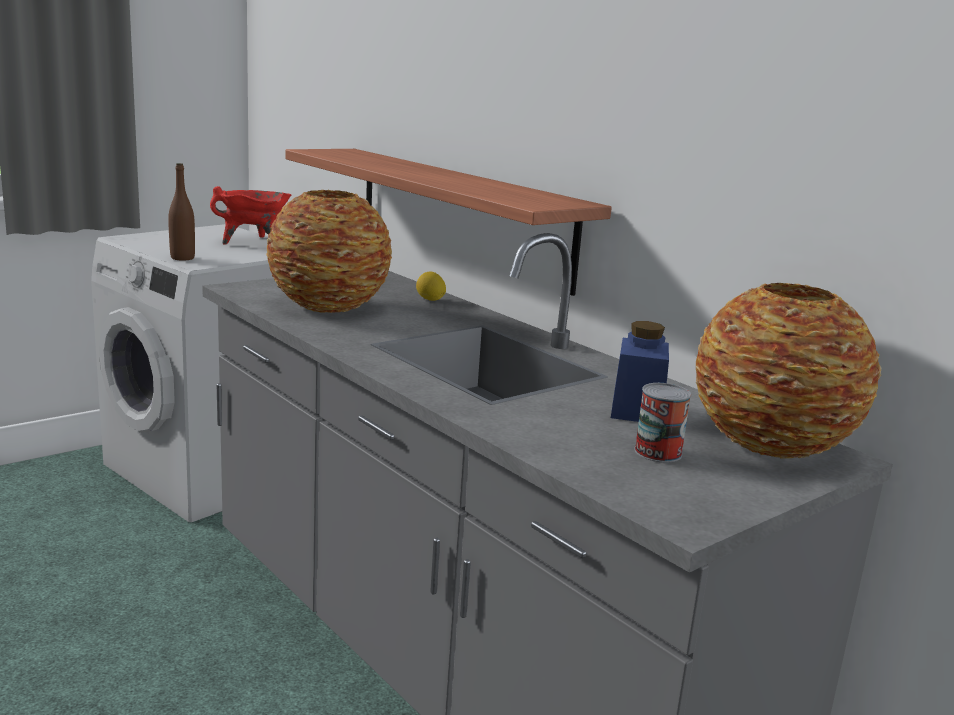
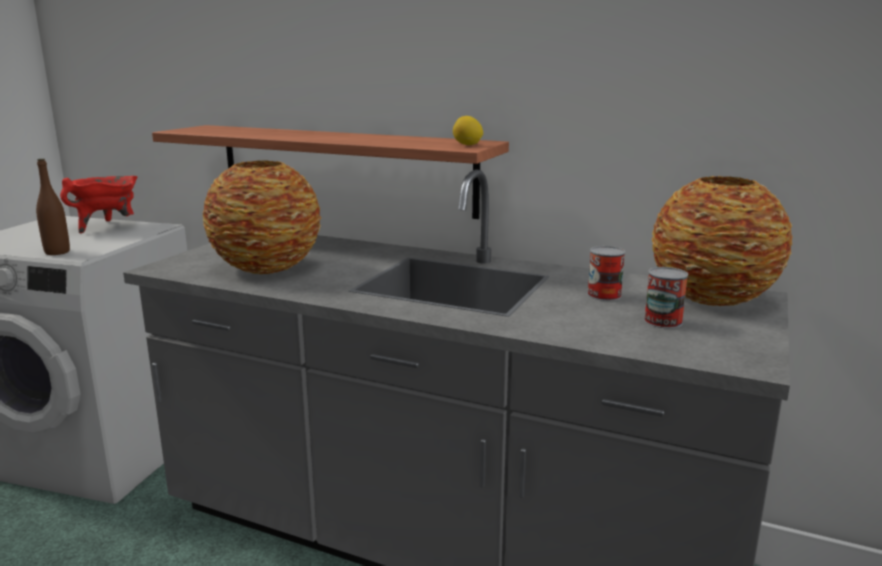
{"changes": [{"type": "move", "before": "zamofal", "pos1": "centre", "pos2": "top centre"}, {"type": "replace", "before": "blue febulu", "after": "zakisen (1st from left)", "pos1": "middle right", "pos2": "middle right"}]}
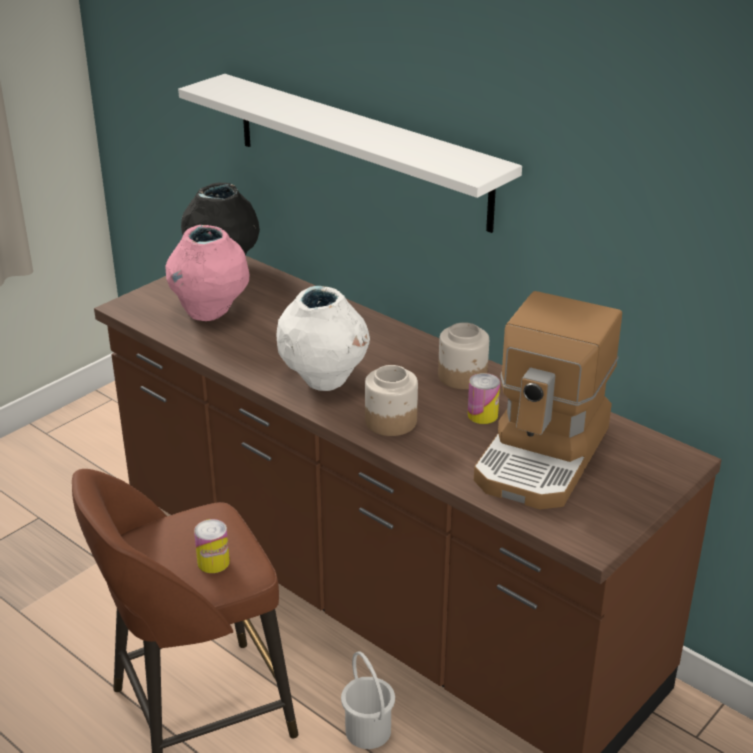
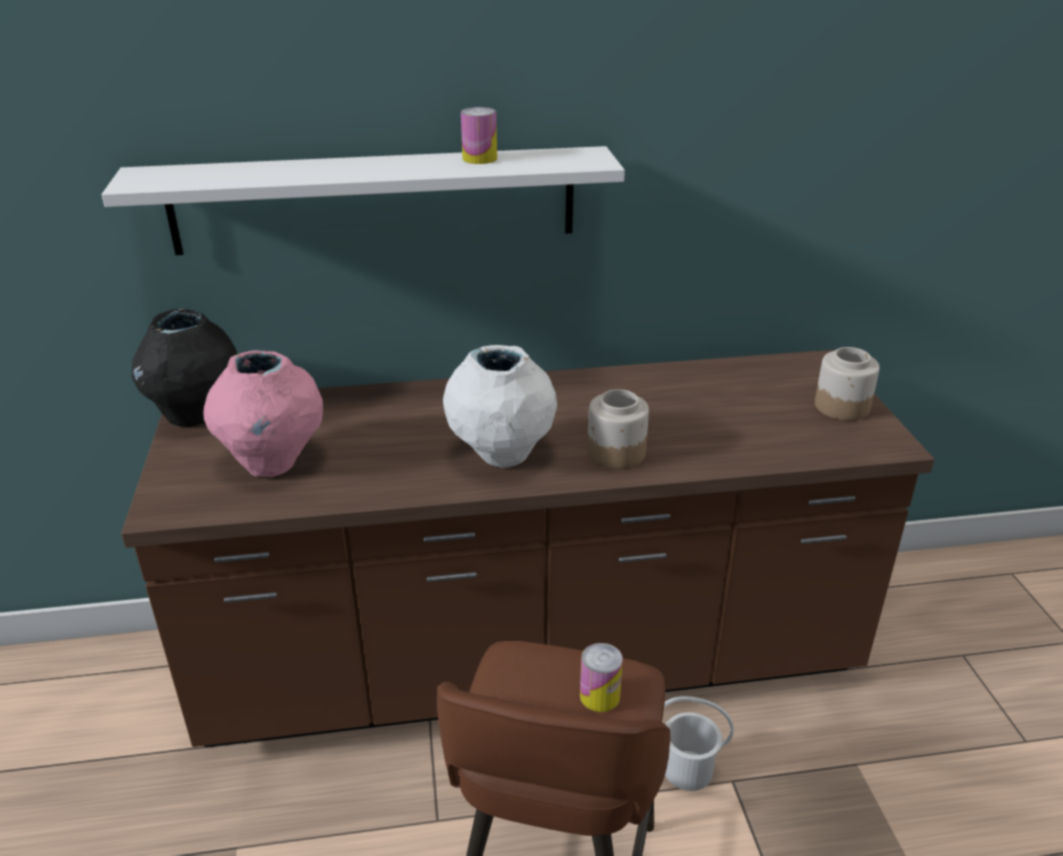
{"changes": [{"type": "delete", "before": "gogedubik", "pos1": "middle right"}, {"type": "move", "before": "febulu (2nd from left)", "pos1": "centre", "pos2": "middle right"}, {"type": "move", "before": "zakisen (2nd from left in the first image)", "after": "zakisen (1st from left)", "pos1": "centre", "pos2": "top centre"}]}
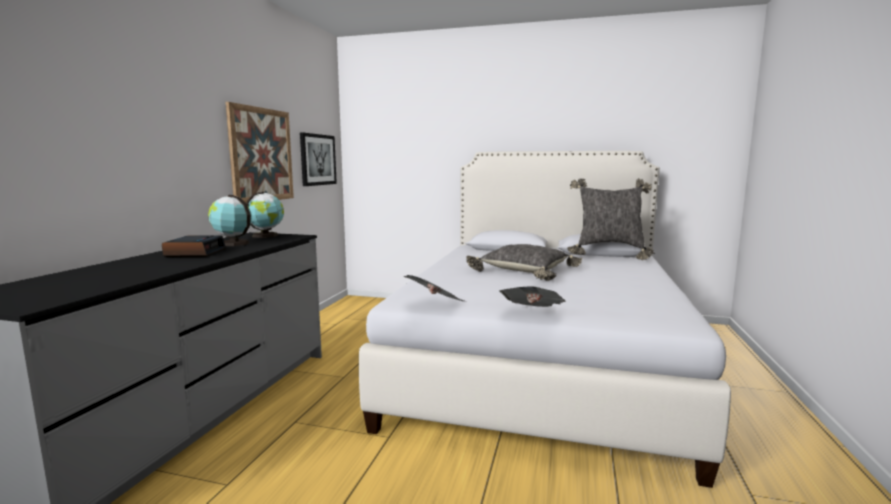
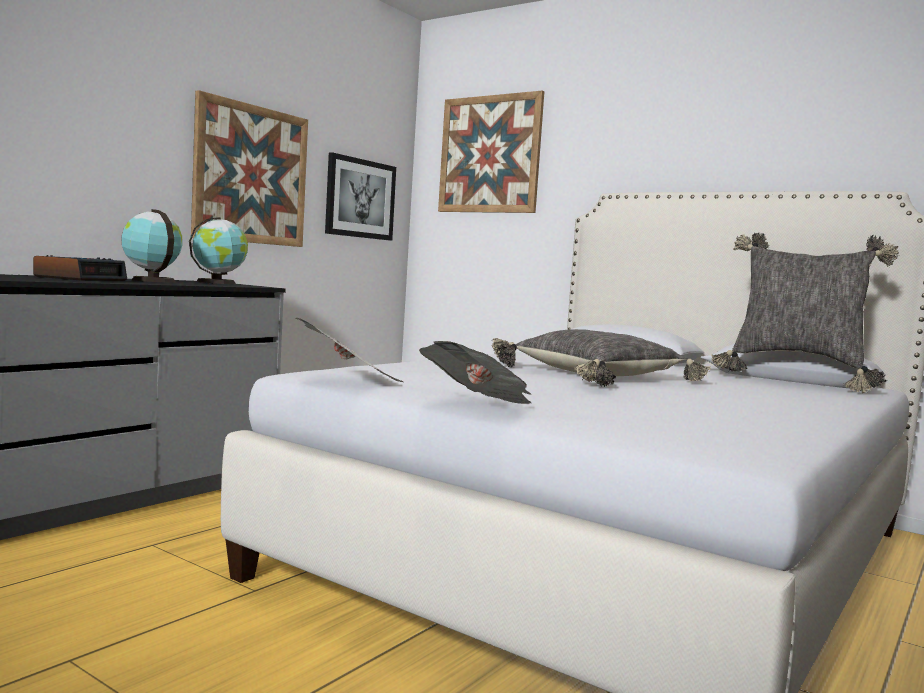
{"changes": [{"type": "insert", "after": "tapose (3rd from left)", "pos2": "top centre"}]}
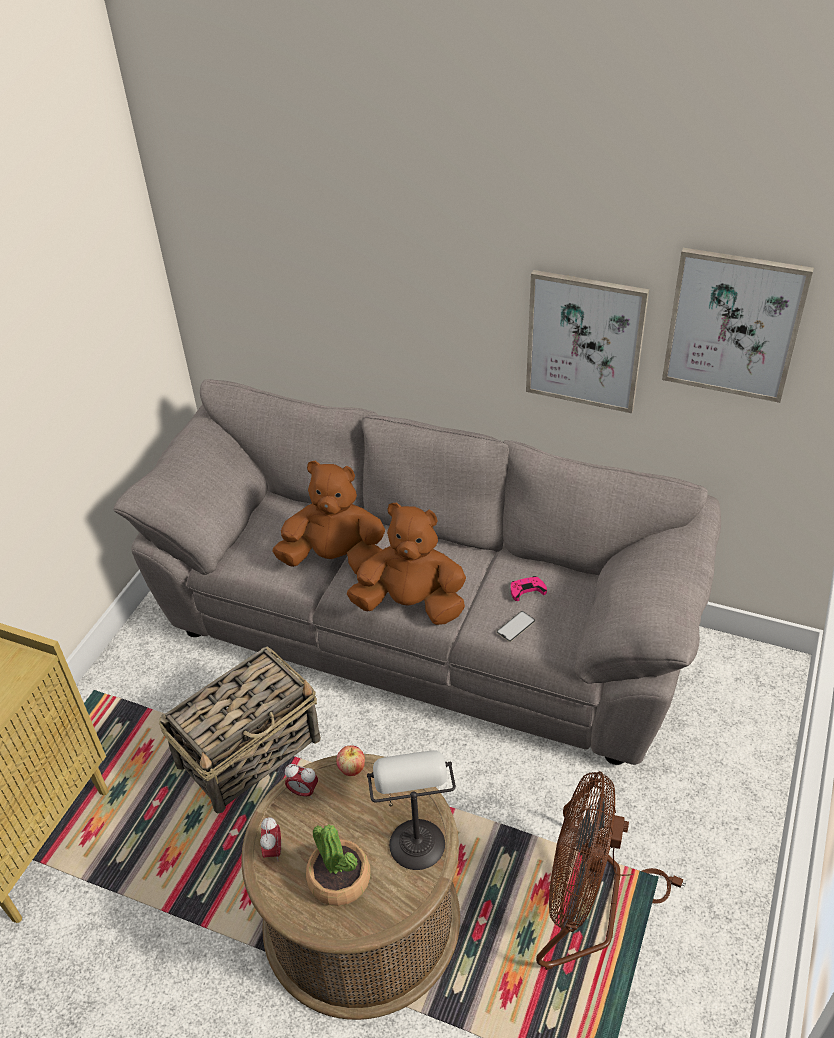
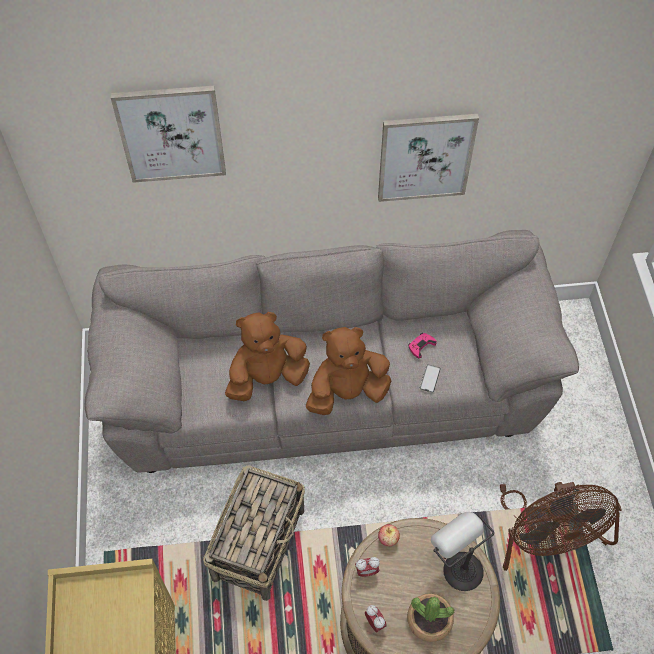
{"changes": [{"type": "move", "before": "tapose (2nd from left in the first image)", "after": "tapose (1st from left)", "pos1": "top right", "pos2": "top left"}, {"type": "rotate", "before": "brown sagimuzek", "pos1": "bottom right", "pos2": "bottom right", "turn": -90}]}
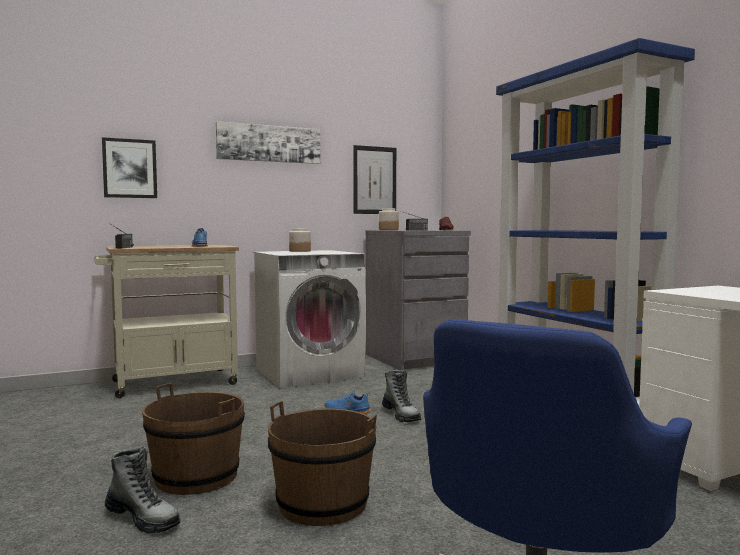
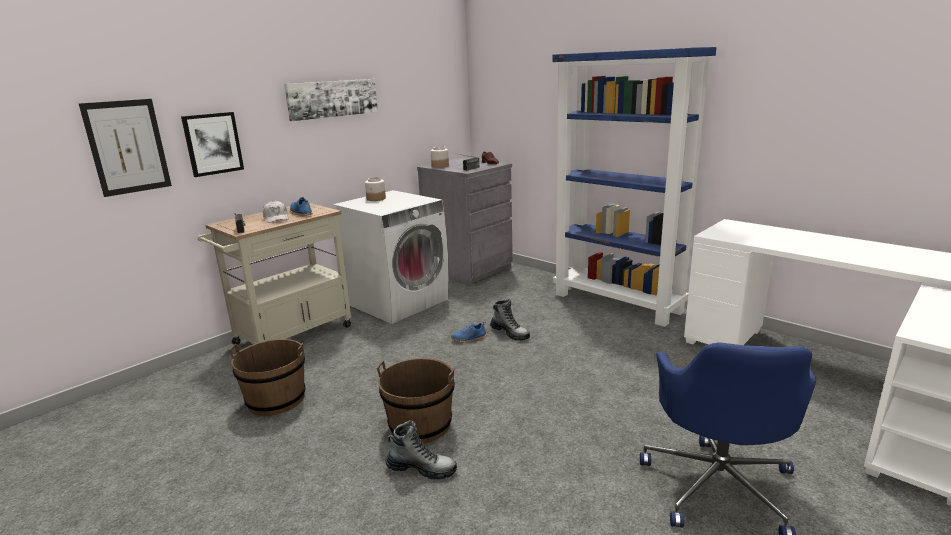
{"changes": [{"type": "insert", "after": "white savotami", "pos2": "middle left"}, {"type": "move", "before": "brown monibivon (2nd from left in the first image)", "after": "brown monibivon (1st from left)", "pos1": "bottom centre", "pos2": "bottom left"}, {"type": "move", "before": "tapose (3rd from left in the first image)", "after": "tapose (1st from left)", "pos1": "top centre", "pos2": "top left"}]}
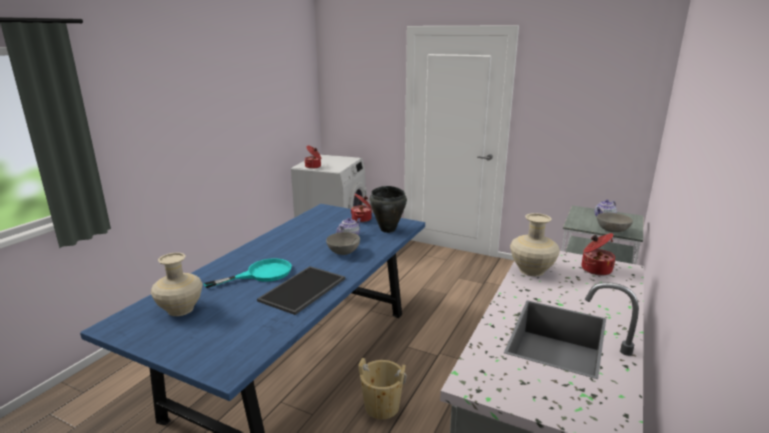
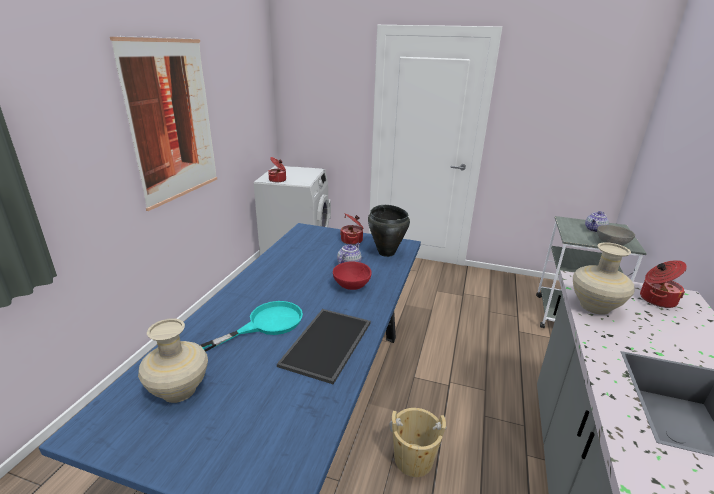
{"changes": [{"type": "insert", "after": "tapose", "pos2": "top left"}, {"type": "recolor", "before": "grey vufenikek (1st from left)", "after": "red vufenikek", "pos1": "centre", "pos2": "centre"}]}
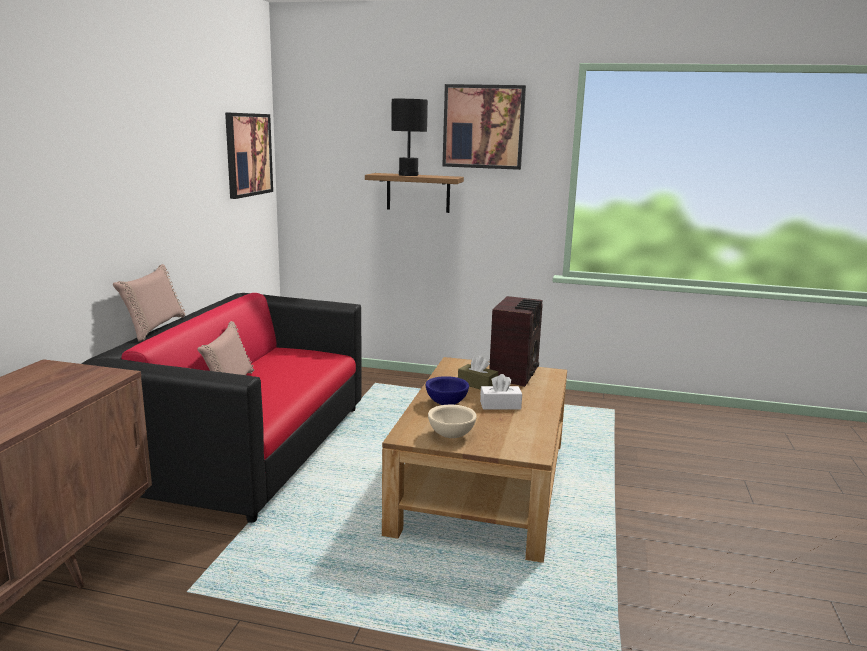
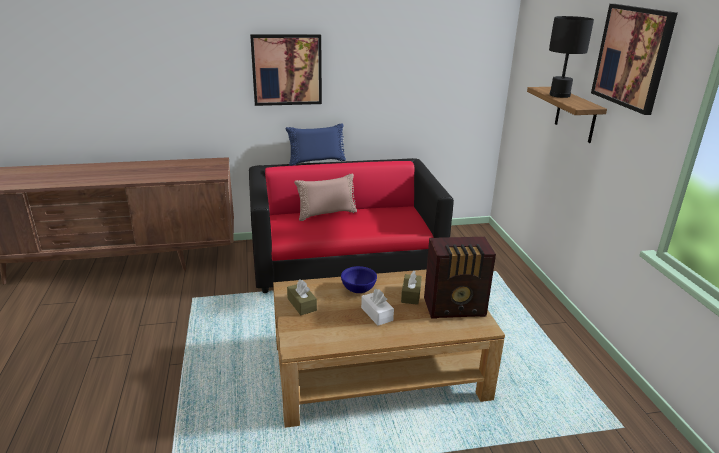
{"changes": [{"type": "move", "before": "tapose (1st from left)", "pos1": "top left", "pos2": "top centre"}, {"type": "replace", "before": "beige vufenikek", "after": "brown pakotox (1st from left)", "pos1": "centre", "pos2": "centre"}, {"type": "recolor", "before": "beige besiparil (1st from left)", "after": "blue besiparil", "pos1": "middle left", "pos2": "top centre"}]}
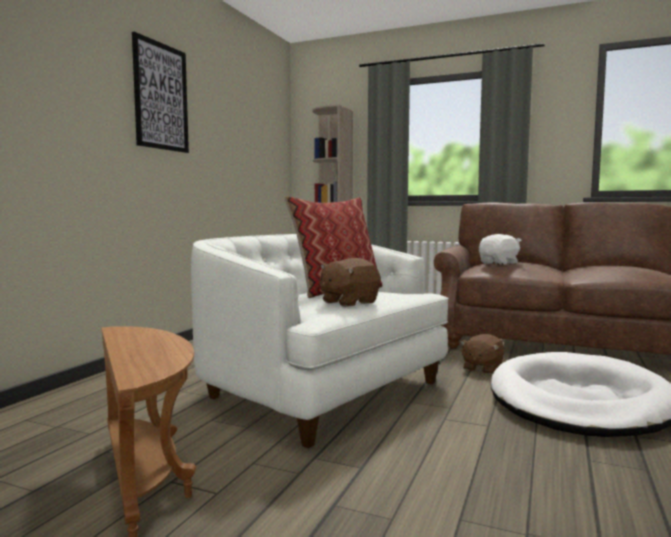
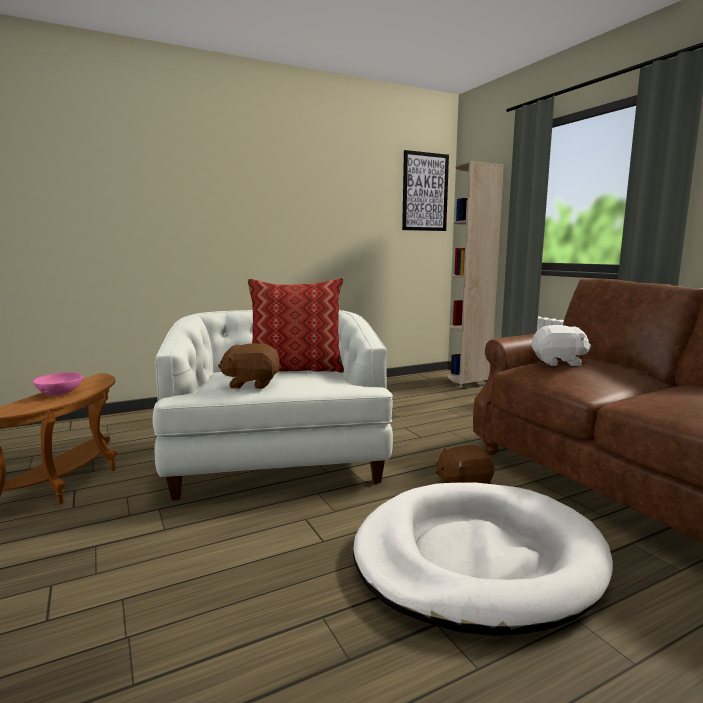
{"changes": [{"type": "insert", "after": "pink vufenikek", "pos2": "middle left"}, {"type": "move", "before": "tapose", "pos1": "top left", "pos2": "top centre"}]}
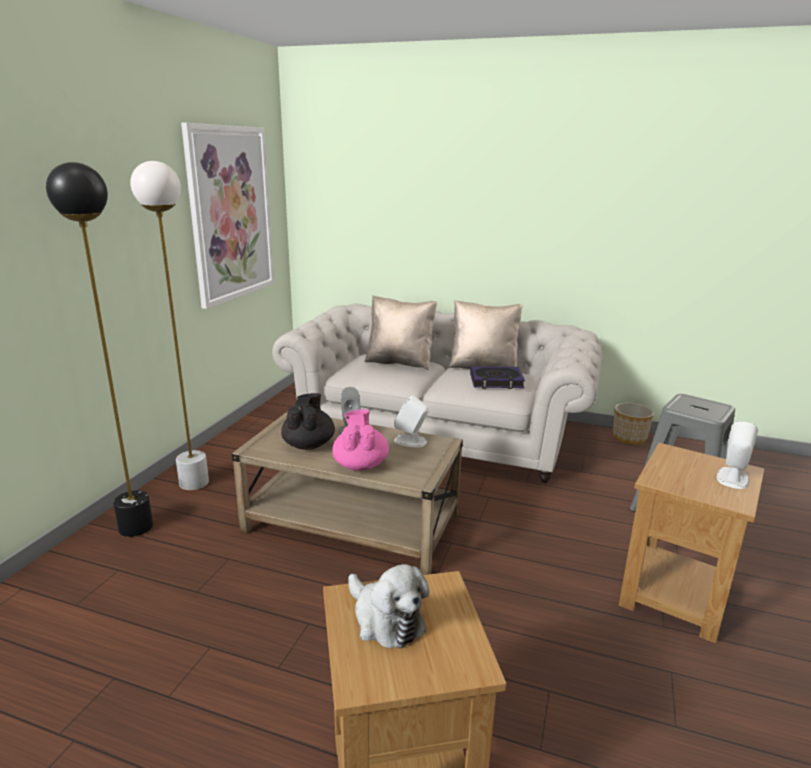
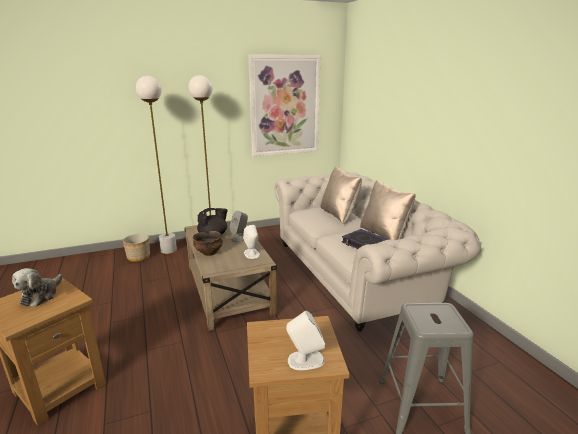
{"changes": [{"type": "move", "before": "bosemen", "pos1": "middle right", "pos2": "middle left"}, {"type": "replace", "before": "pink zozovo", "after": "vufenikek", "pos1": "centre", "pos2": "centre"}, {"type": "recolor", "before": "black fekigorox", "after": "white fekigorox (1st from left)", "pos1": "middle left", "pos2": "middle left"}]}
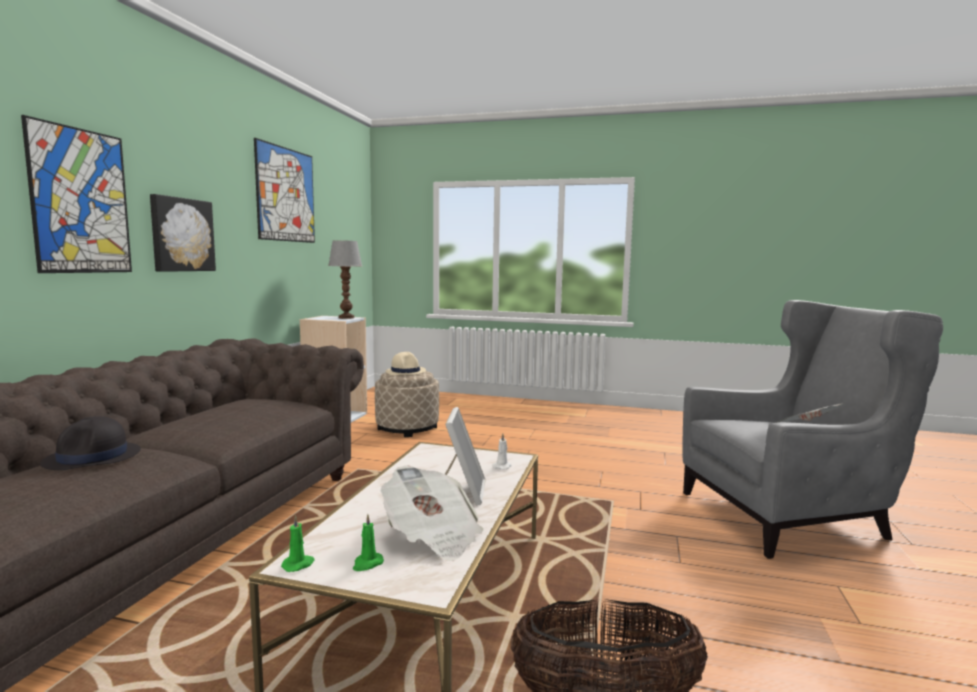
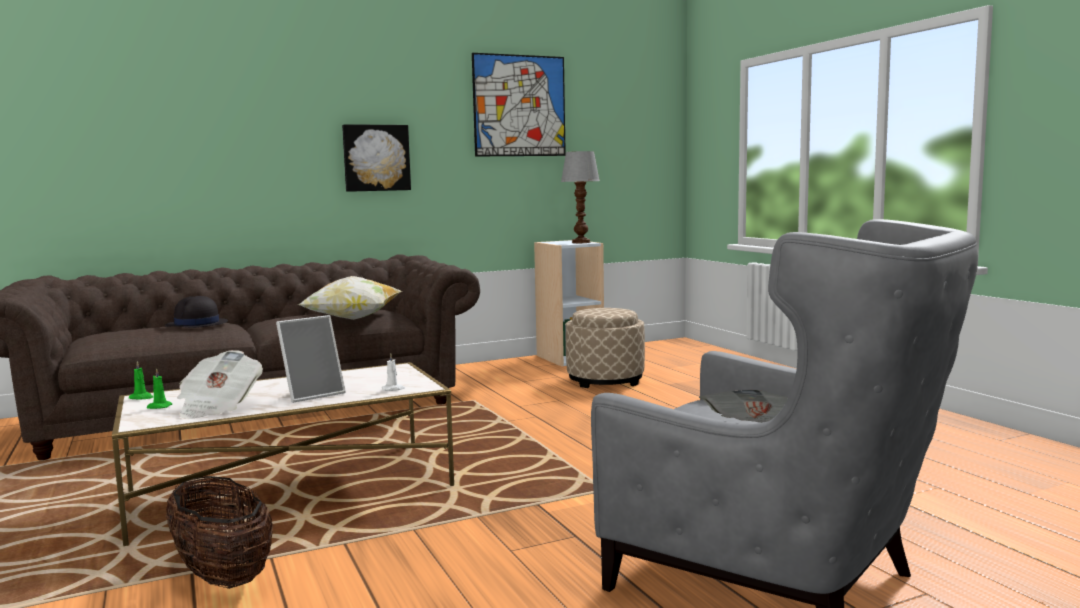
{"changes": [{"type": "delete", "before": "tapose (1st from left)", "pos1": "top left"}, {"type": "delete", "before": "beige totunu", "pos1": "centre"}, {"type": "insert", "after": "besiparil", "pos2": "middle left"}]}
